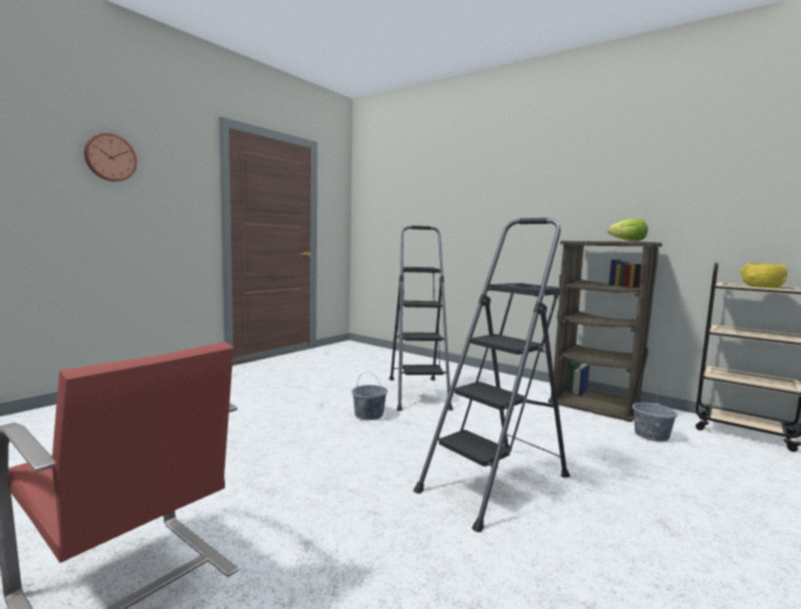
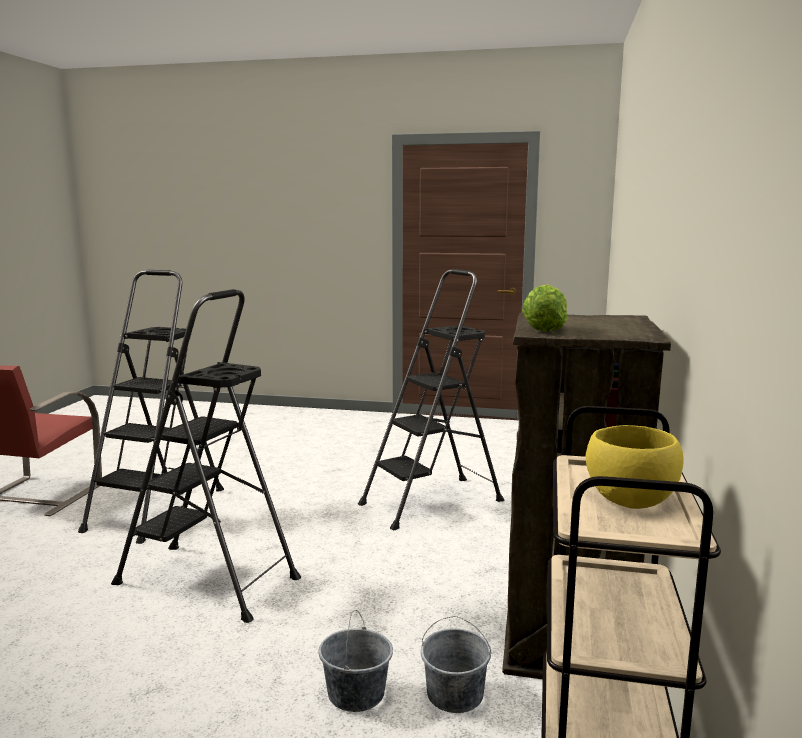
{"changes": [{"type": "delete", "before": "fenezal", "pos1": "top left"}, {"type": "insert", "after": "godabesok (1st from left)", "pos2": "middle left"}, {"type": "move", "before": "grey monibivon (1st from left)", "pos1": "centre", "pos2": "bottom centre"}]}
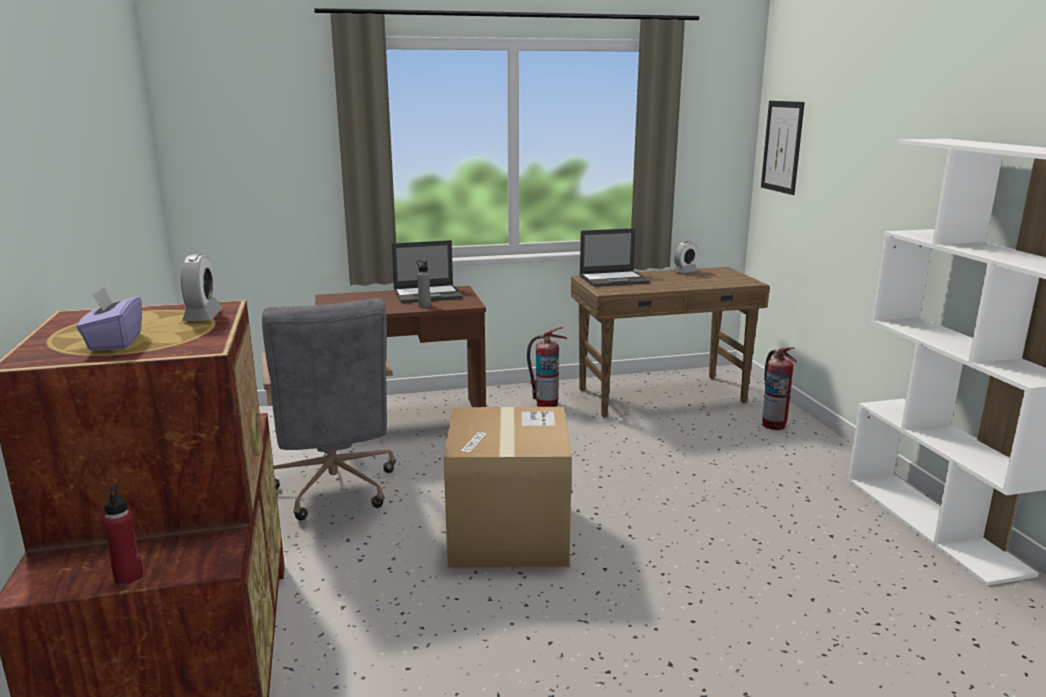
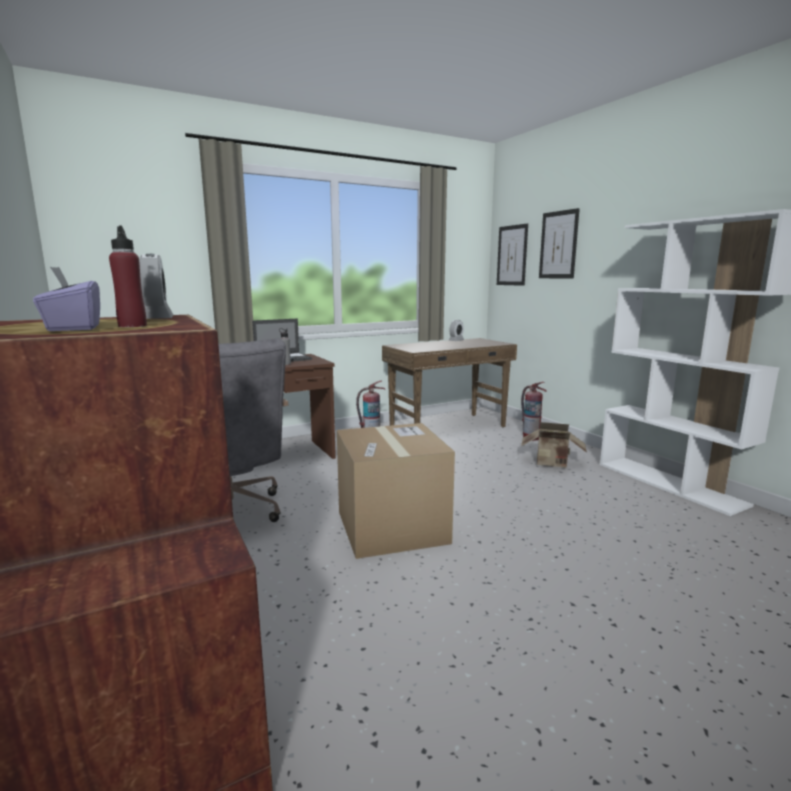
{"changes": [{"type": "delete", "before": "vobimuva (2nd from left)", "pos1": "centre"}, {"type": "insert", "after": "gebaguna (2nd from left)", "pos2": "middle right"}, {"type": "insert", "after": "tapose (2nd from left)", "pos2": "top right"}, {"type": "move", "before": "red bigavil", "pos1": "bottom left", "pos2": "middle left"}]}
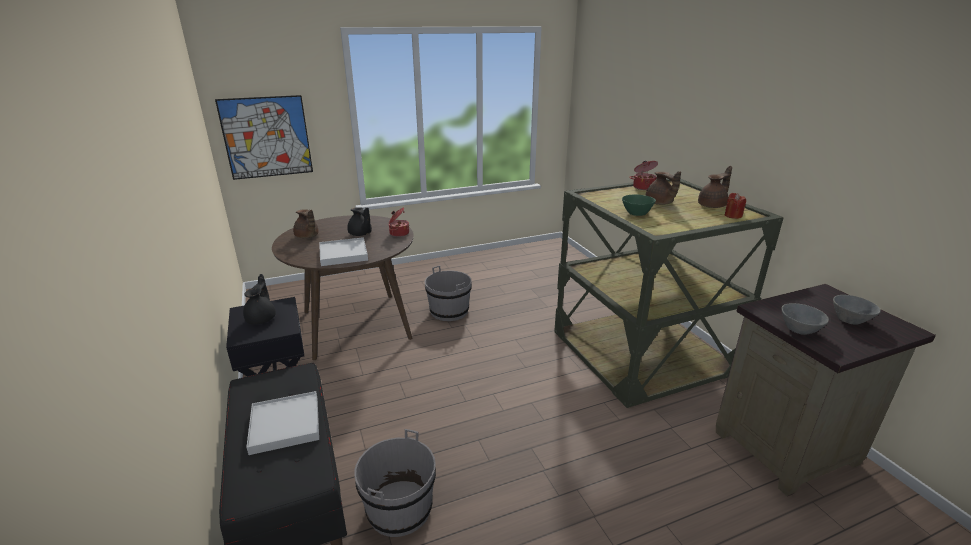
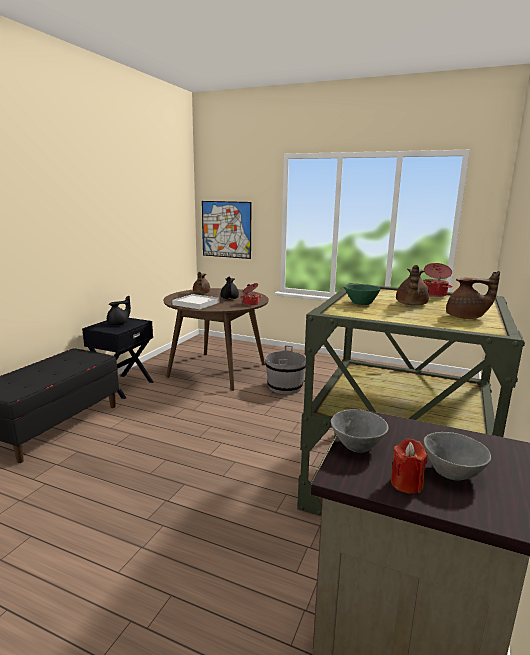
{"changes": [{"type": "delete", "before": "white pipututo (1st from left)", "pos1": "bottom left"}, {"type": "delete", "before": "grey monibivon (1st from left)", "pos1": "bottom centre"}, {"type": "move", "before": "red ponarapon", "pos1": "middle right", "pos2": "bottom right"}]}
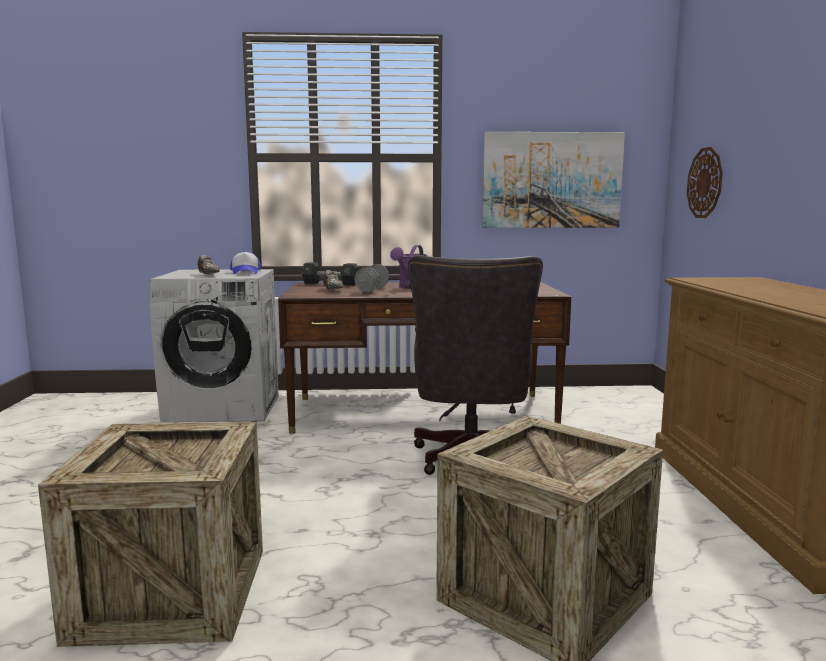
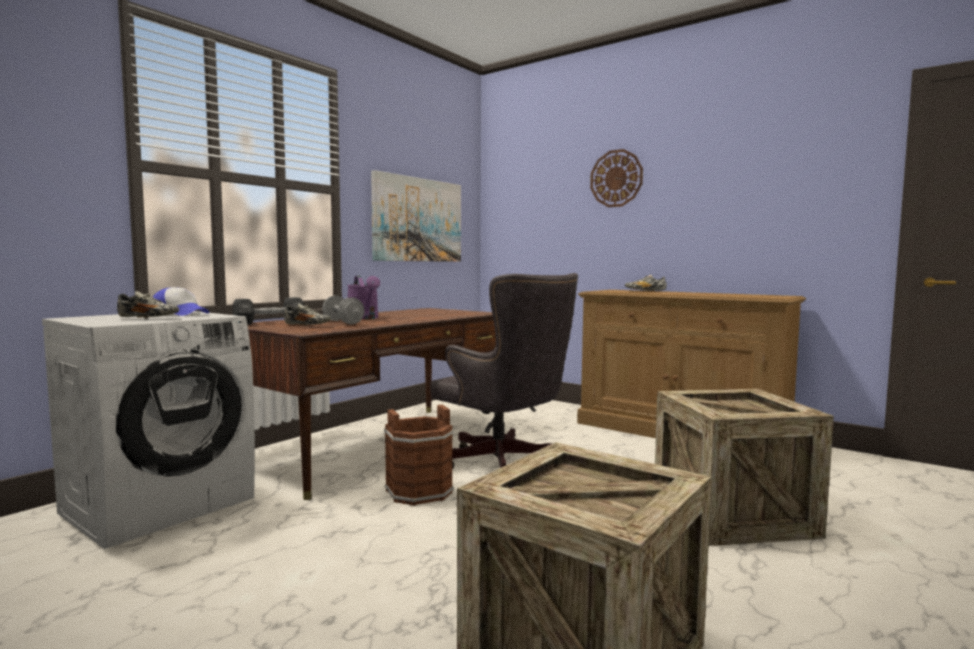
{"changes": [{"type": "insert", "after": "brown monibivon", "pos2": "bottom centre"}, {"type": "insert", "after": "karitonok (3rd from left)", "pos2": "centre"}, {"type": "move", "before": "fenezal", "pos1": "top right", "pos2": "top centre"}]}
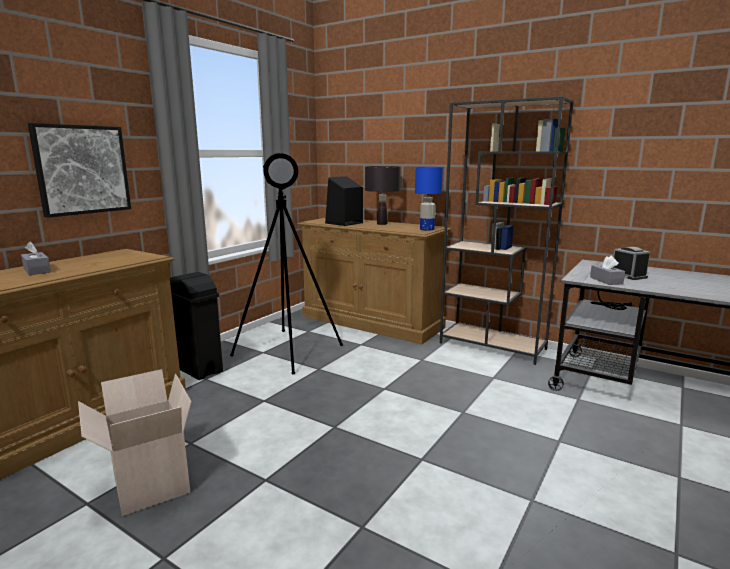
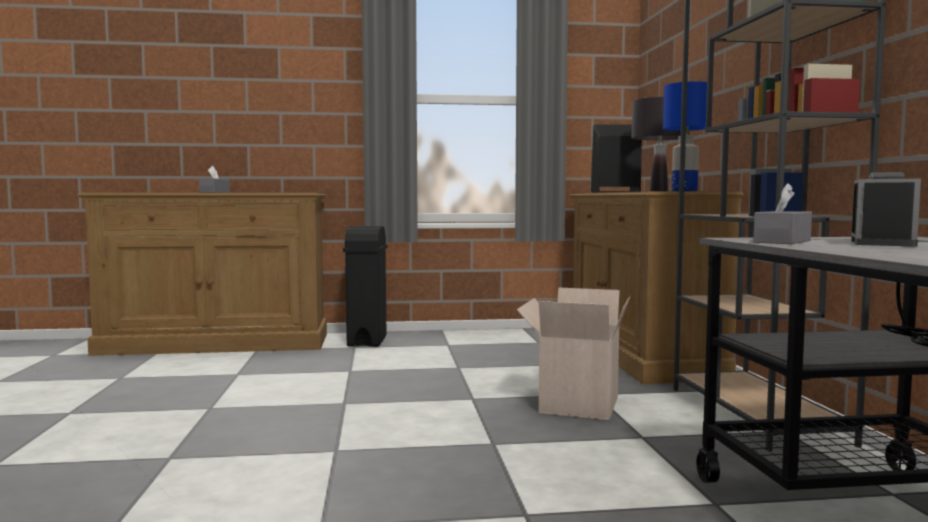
{"changes": [{"type": "delete", "before": "tapose", "pos1": "top left"}, {"type": "delete", "before": "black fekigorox", "pos1": "centre"}, {"type": "move", "before": "gebaguna", "pos1": "bottom left", "pos2": "bottom centre"}]}
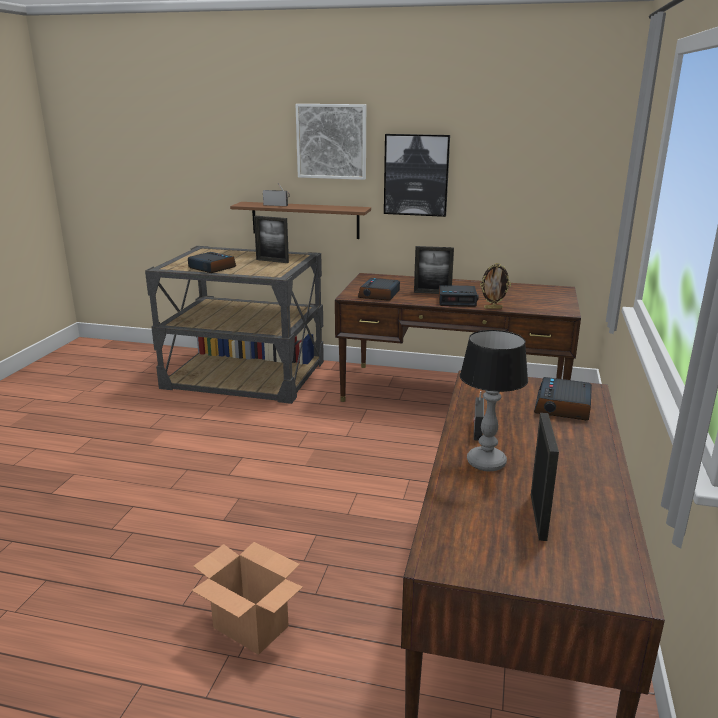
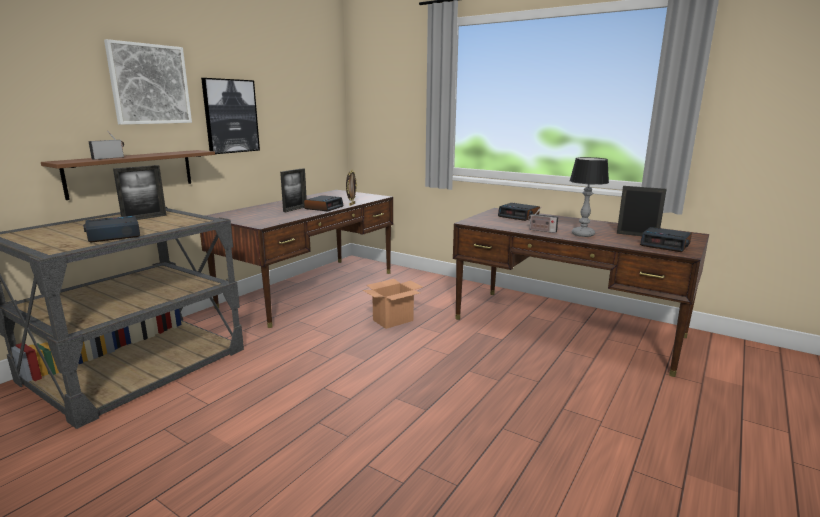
{"changes": [{"type": "move", "before": "gebaguna", "pos1": "bottom centre", "pos2": "centre"}, {"type": "move", "before": "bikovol (2nd from left in the first image)", "after": "bikovol (4th from left)", "pos1": "centre", "pos2": "middle right"}]}
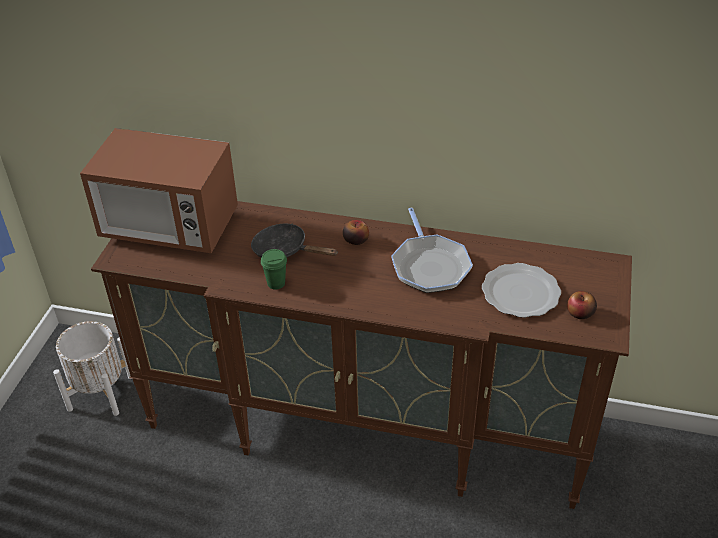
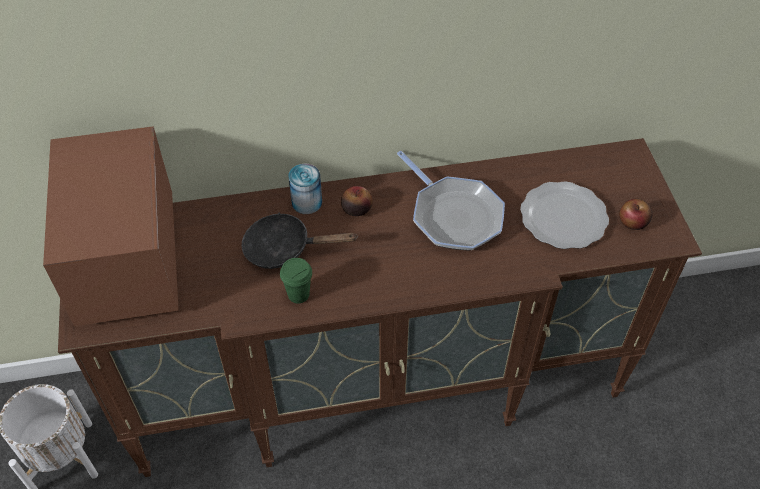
{"changes": [{"type": "insert", "after": "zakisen", "pos2": "centre"}, {"type": "rotate", "before": "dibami", "pos1": "middle left", "pos2": "middle left", "turn": 90}]}
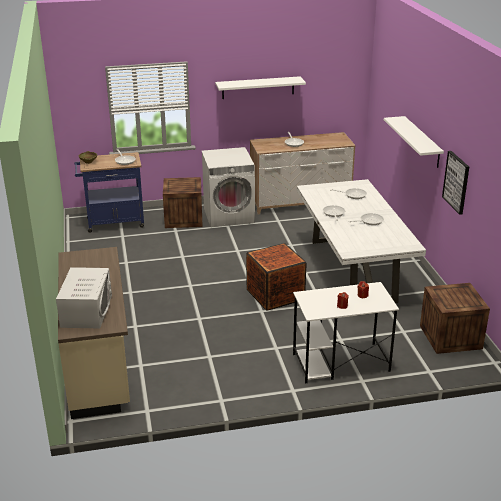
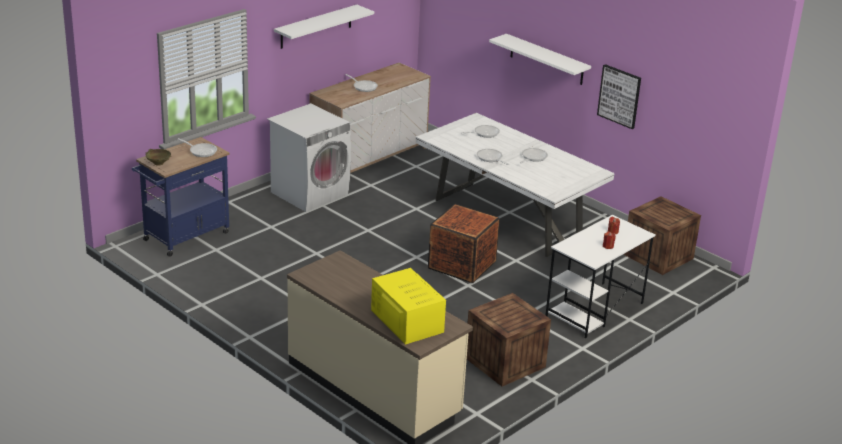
{"changes": [{"type": "move", "before": "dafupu (1st from left in the first image)", "after": "dafupu (2nd from left)", "pos1": "centre", "pos2": "bottom centre"}, {"type": "recolor", "before": "white dibami", "after": "yellow dibami", "pos1": "middle left", "pos2": "bottom centre"}]}
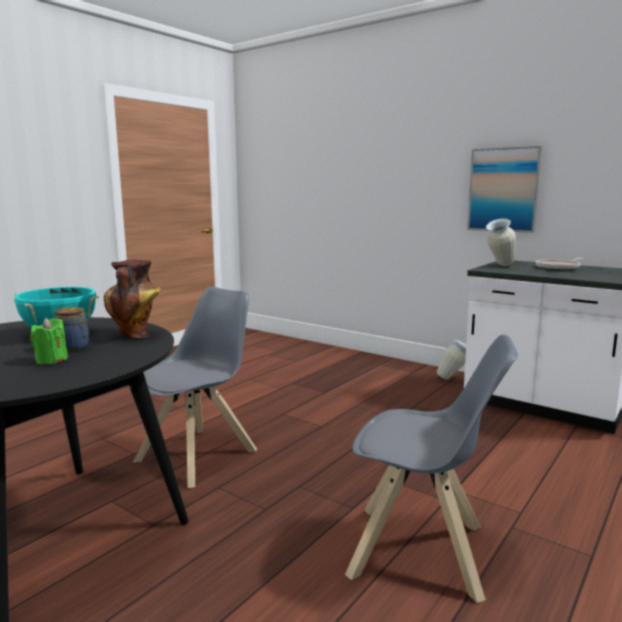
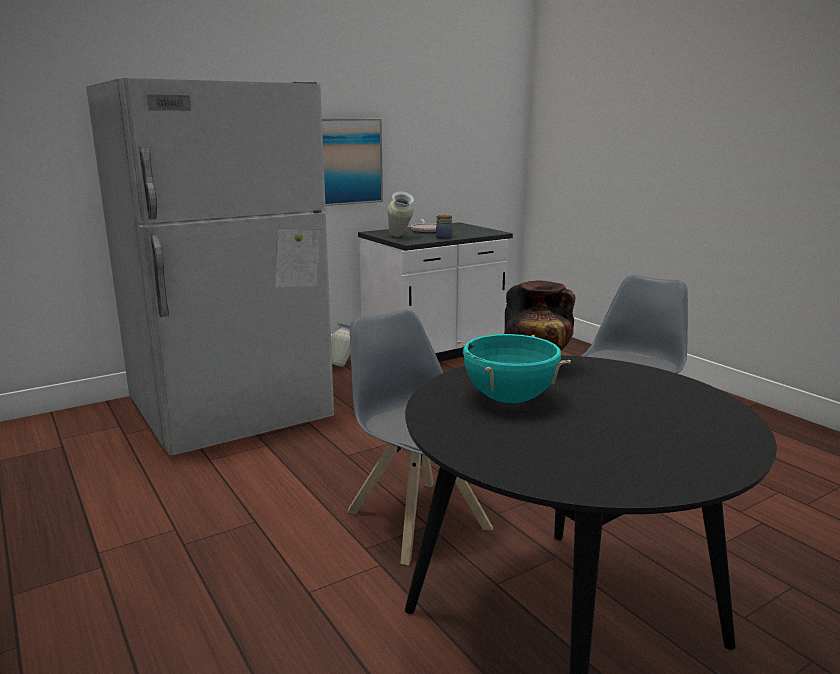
{"changes": [{"type": "delete", "before": "green ponarapon", "pos1": "middle left"}, {"type": "insert", "after": "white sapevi", "pos2": "middle left"}, {"type": "move", "before": "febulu", "pos1": "middle left", "pos2": "centre"}]}
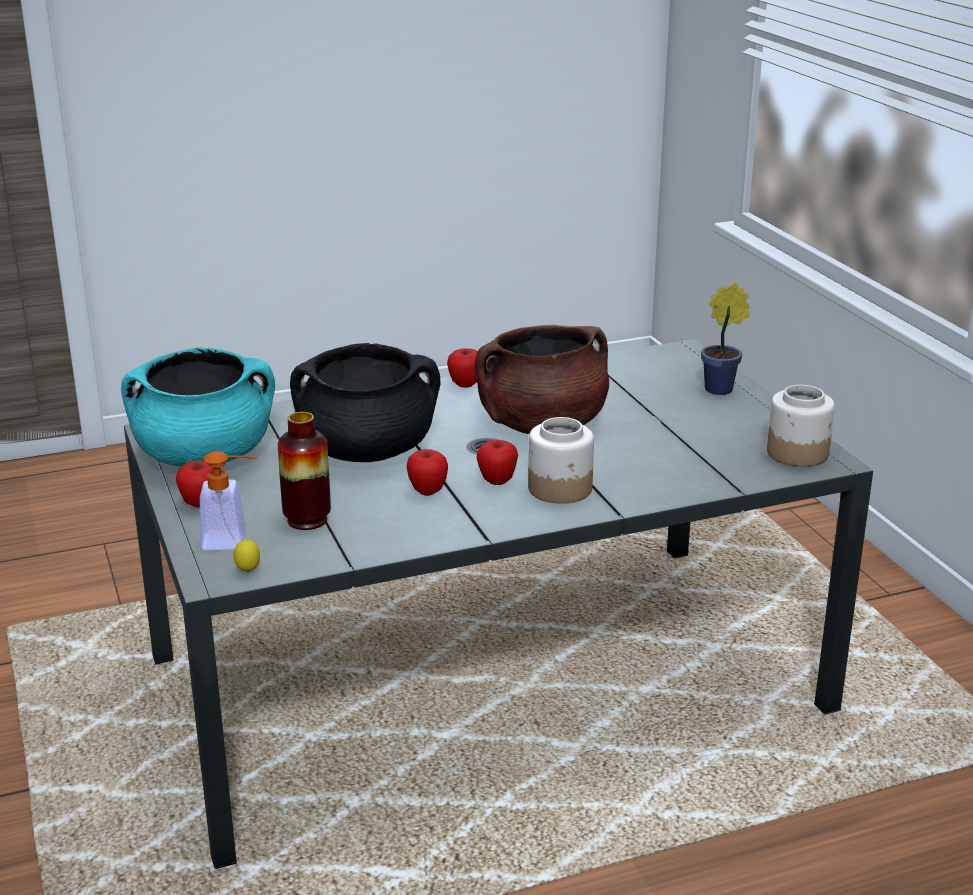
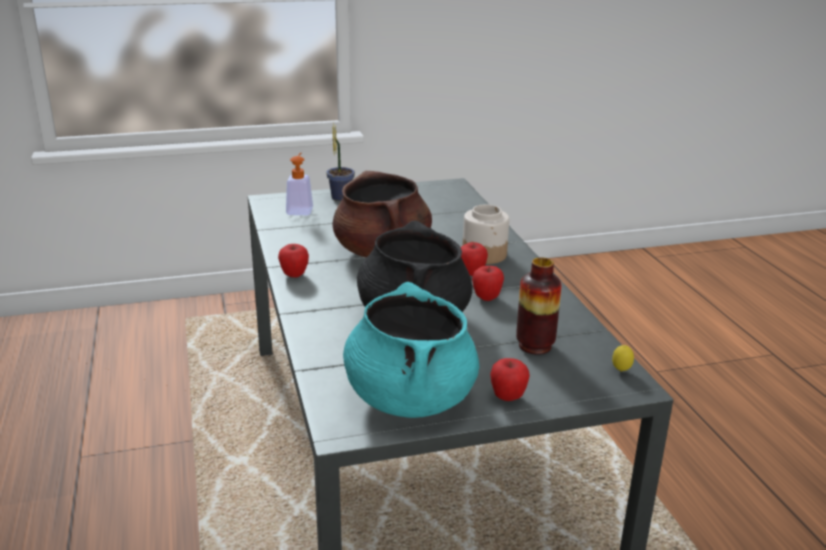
{"changes": [{"type": "delete", "before": "febulu (2nd from left)", "pos1": "middle right"}, {"type": "move", "before": "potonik", "pos1": "middle left", "pos2": "centre"}]}
